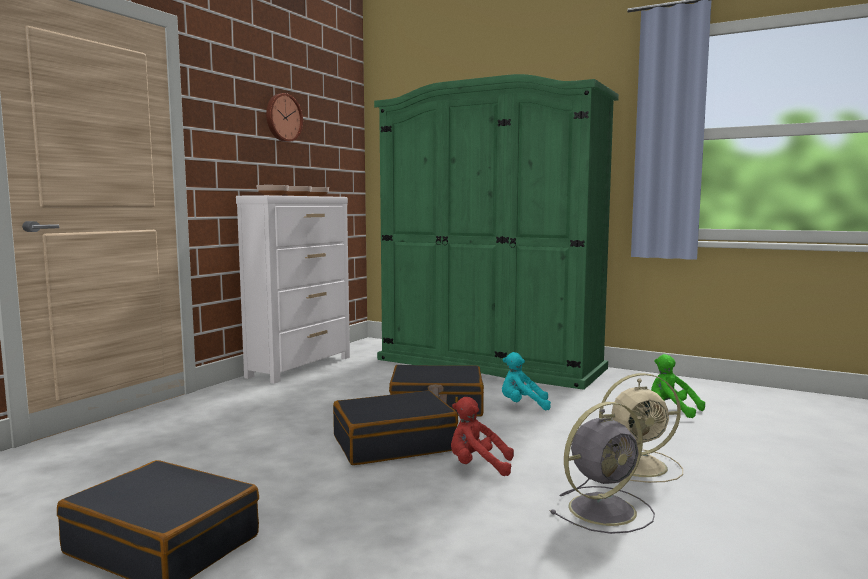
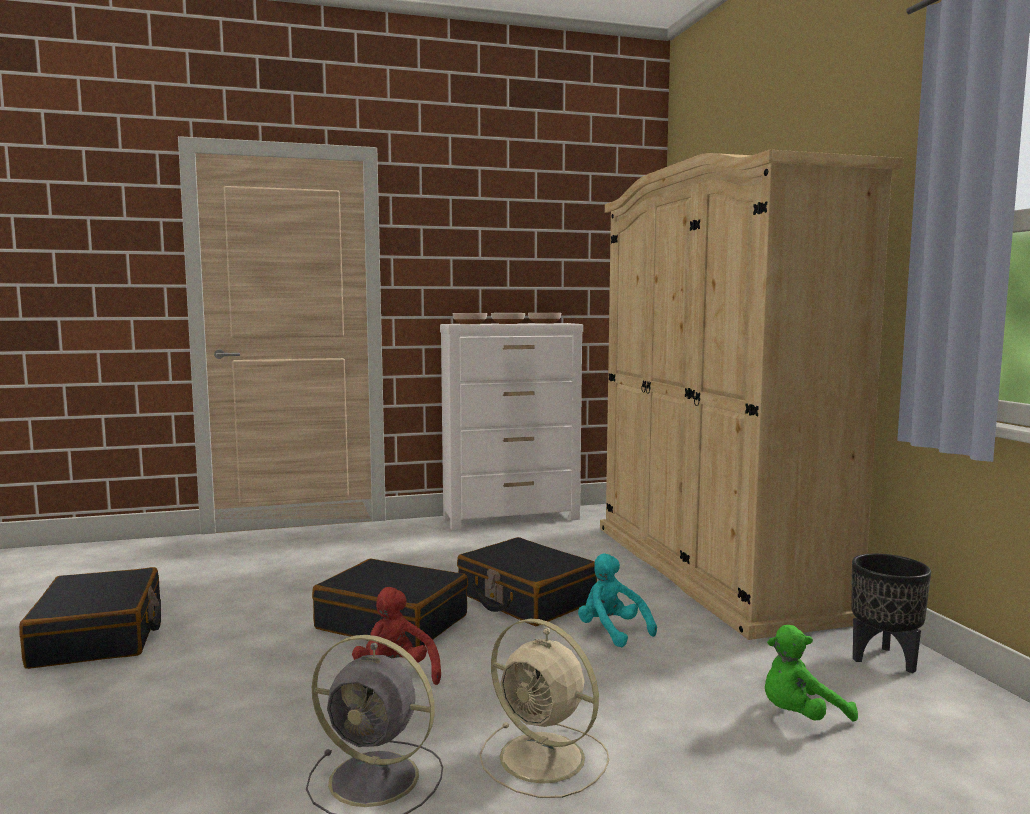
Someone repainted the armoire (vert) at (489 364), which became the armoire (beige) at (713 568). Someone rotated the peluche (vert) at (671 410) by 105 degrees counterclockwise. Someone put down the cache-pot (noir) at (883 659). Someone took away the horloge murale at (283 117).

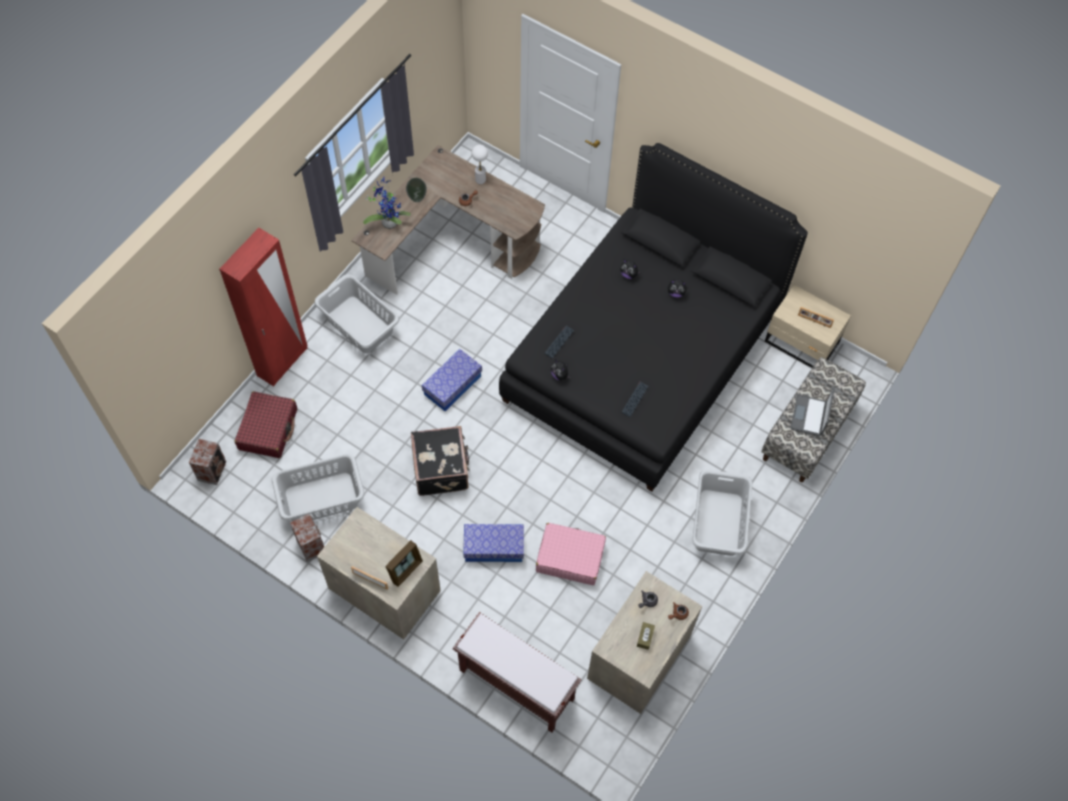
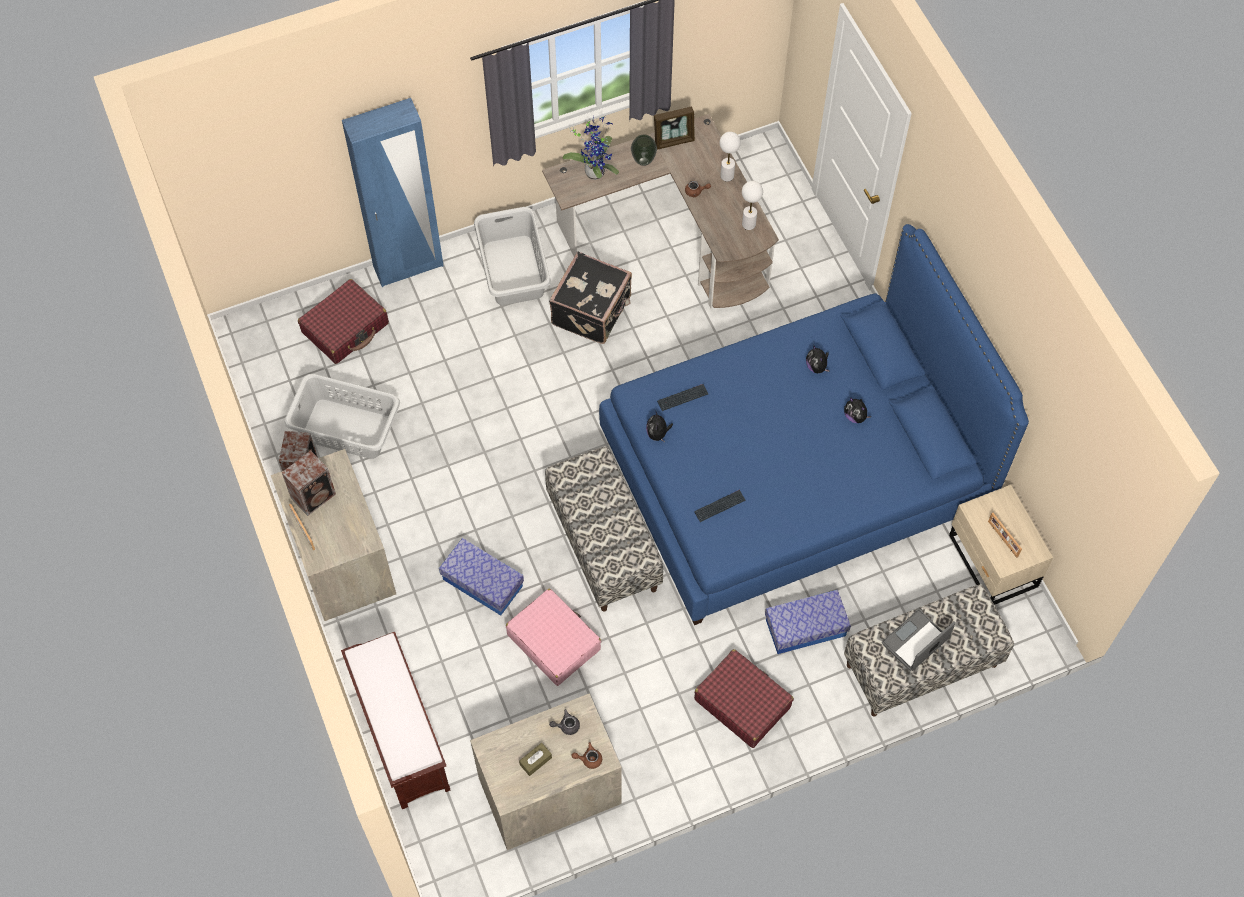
Someone carried the enceinte from (212 470) to (314 495). Someone repainted the armoire (rouge) at (283 362), which became the armoire (bleu) at (408 267). Someone put down the banc at (604 544). Someone carried the valise (noir) from (441 469) to (593 311). Someone repainted the lit (noir) at (642 355), which became the lit (bleu) at (794 471). Someone carried the cadre photo from (405 570) to (674 140). Someone swapped the panier à linge (gris) at (718 523) for the valise (rouge) at (742 703). Someone put down the lampe de table (blanc) at (748 224). Someone carried the boîte de rangement from (452 385) to (805 628).

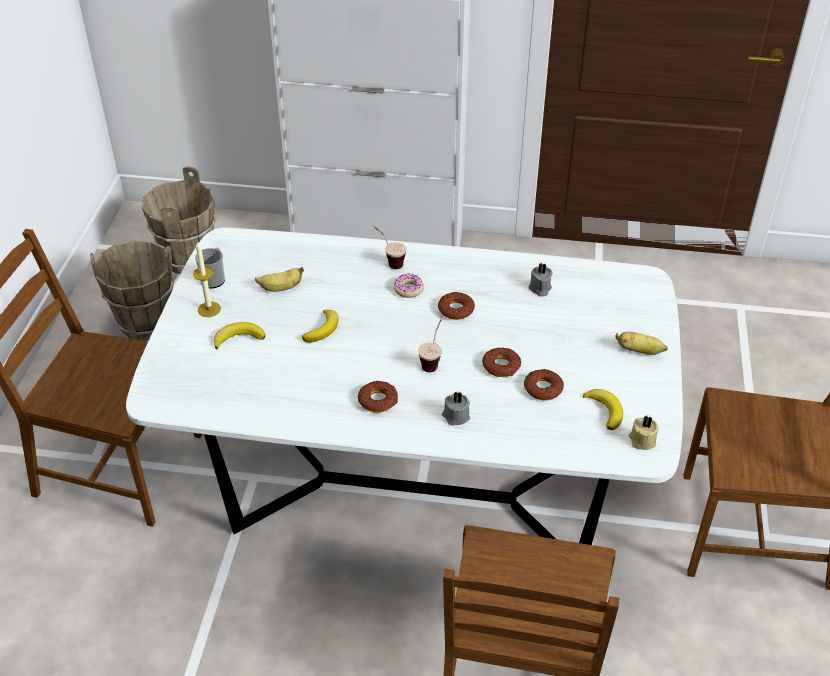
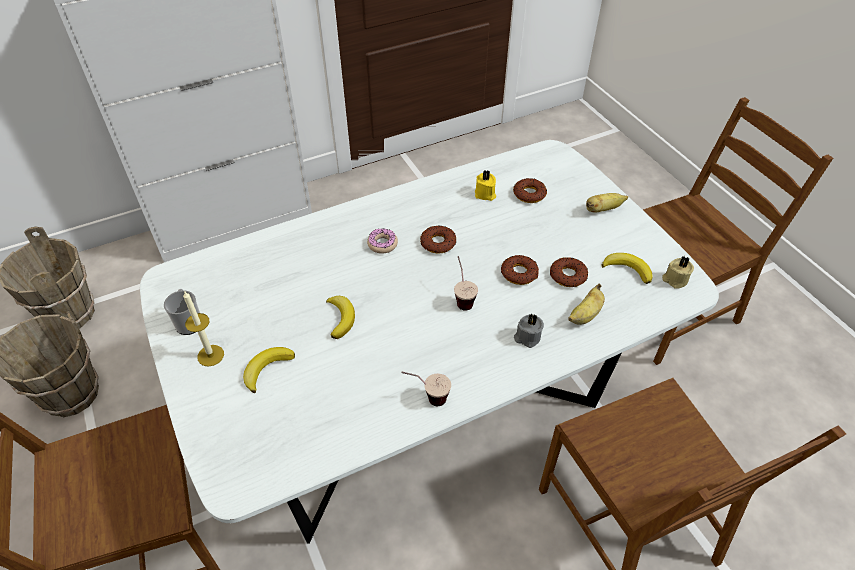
Someone carried the tasse from (389 261) to (426 398). Someone repainted the bougie (gris) at (540 289), which became the bougie (jaune) at (485 194). Someone carried the beignet from (378 400) to (529 194). Someone carried the banane from (280 288) to (585 315).

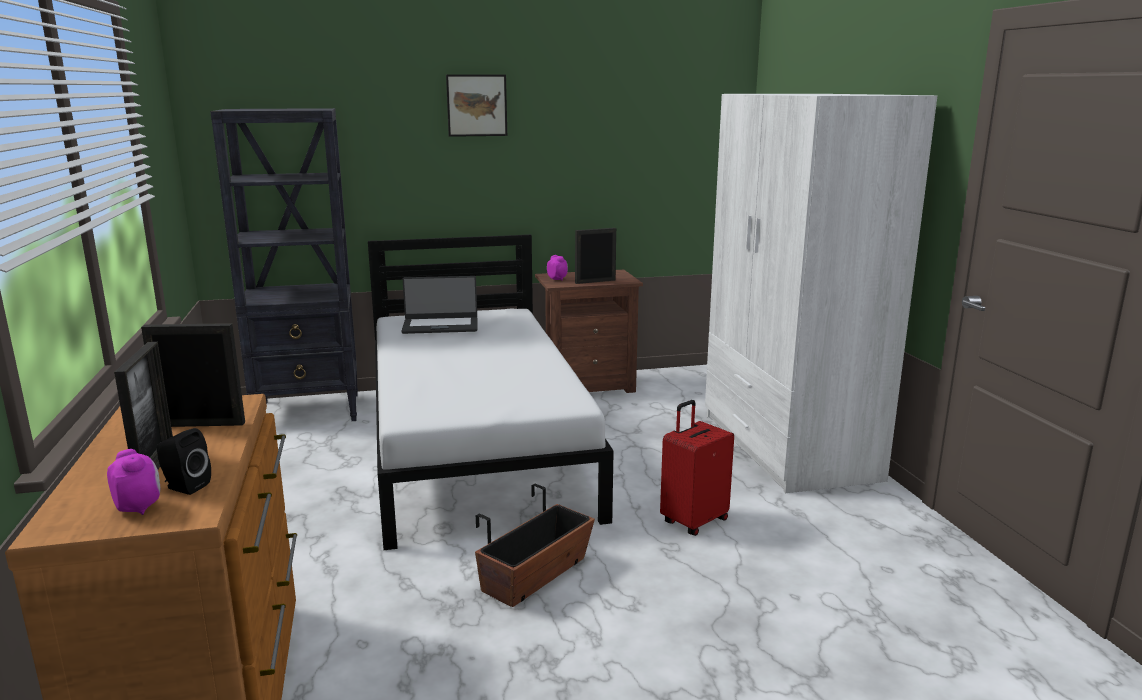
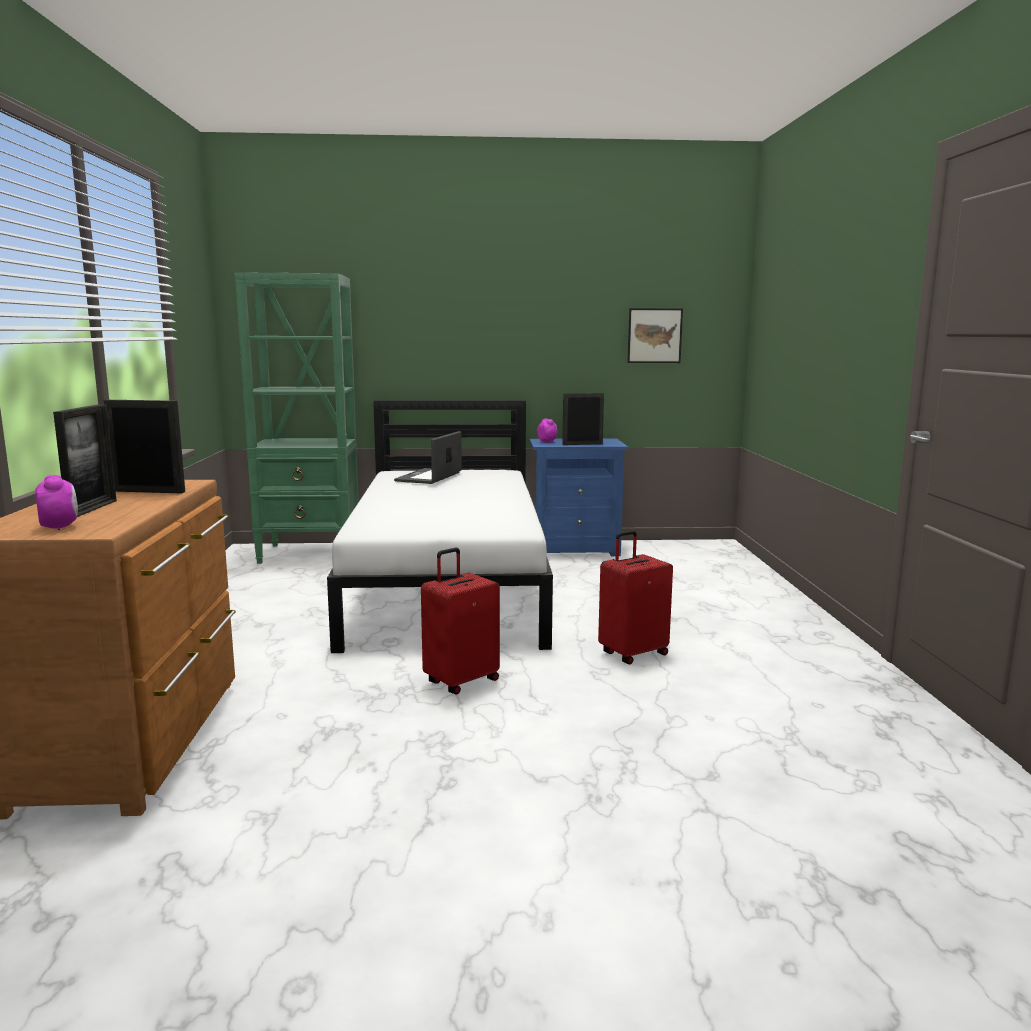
Someone repainted the bibliothèque (noir) at (309 411), which became the bibliothèque (vert) at (311 553). Someone rotated the ordinateur portable at (440 326) by 105 degrees clockwise. Someone swapped the cache-pot at (536 575) for the valise (rouge) at (461 681). Someone repainted the table de chevet (marron) at (587 385), which became the table de chevet (bleu) at (575 549). Someone carried the tableau from (477 105) to (654 335). Someone took away the enceinte (noir) at (184 487). Someone took away the armoire (blanc) at (786 446).

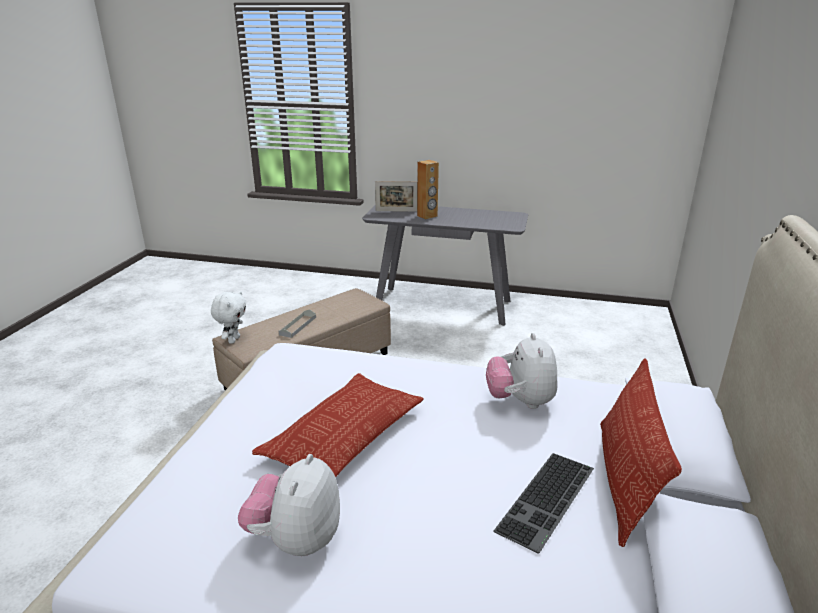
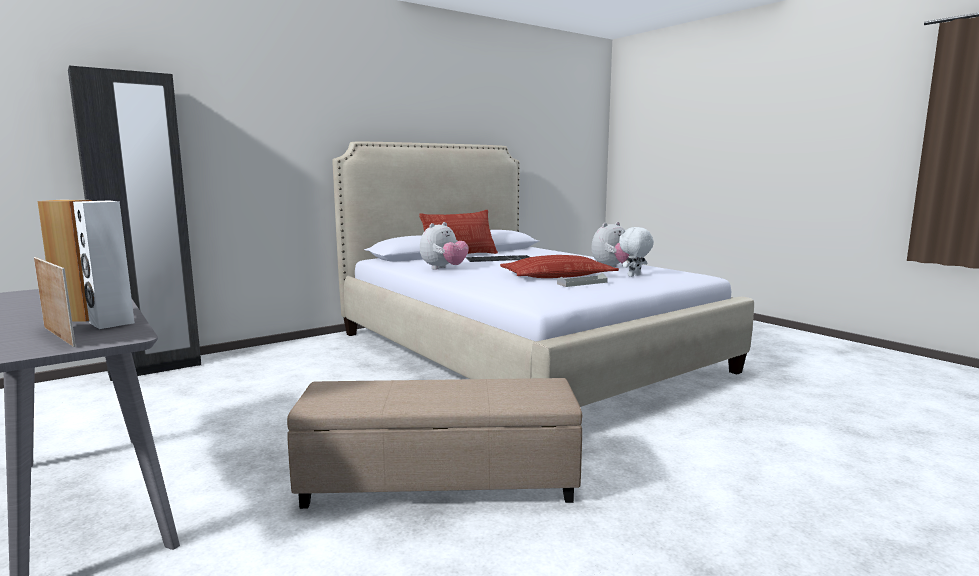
Someone put down the armoire (noir) at (155 368). Someone put down the enceinte (blanc) at (111 323). Someone carried the plateau (gris) from (298 326) to (582 283). Someone carried the peluche (blanc) from (233 340) to (634 276).

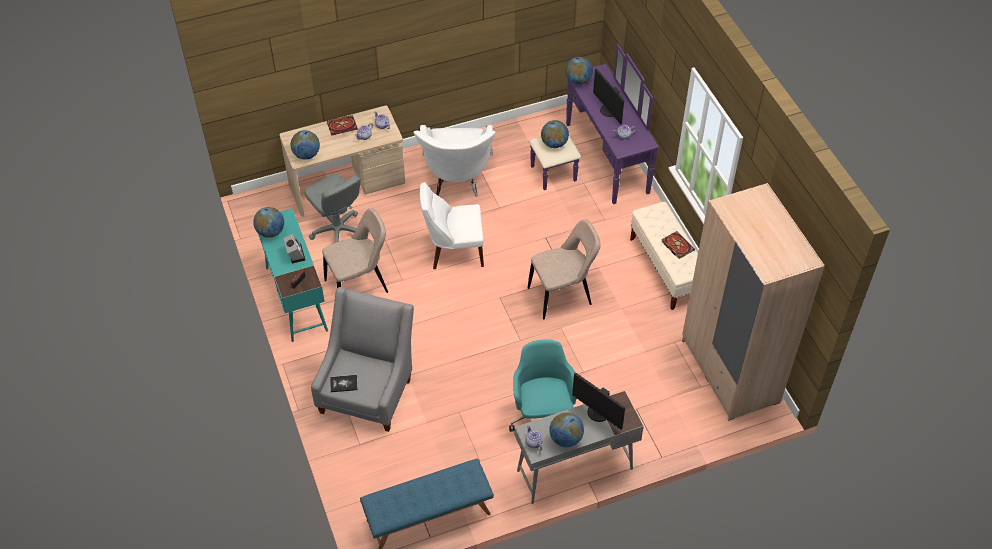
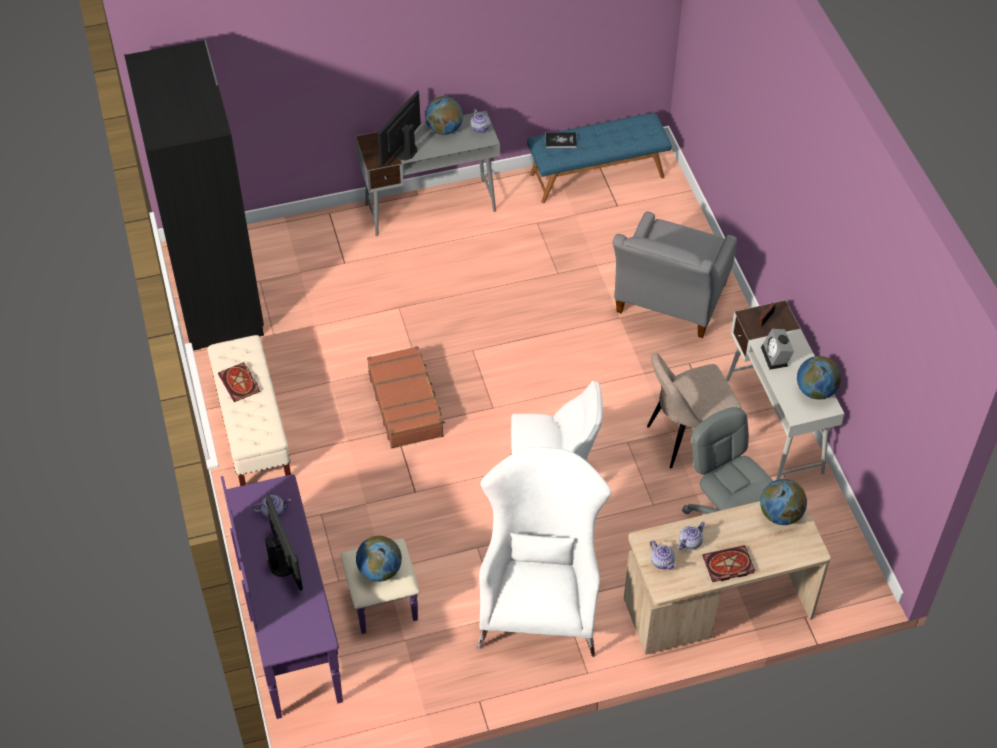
Someone repainted the armoire (beige) at (729 371), which became the armoire (noir) at (217 295). Someone swapped the chaise (beige) at (562 295) for the valise (marron) at (406 404). Someone rotated the écran d'ordinateur at (598 413) by 105 degrees counterclockwise. Someone carried the livre from (344 384) to (561 141). Someone repainted the bureau (turquoise) at (296 298), which became the bureau (blanc) at (774 426). Someone took away the chaise de bureau (turquoise) at (543 415). Someone took away the globe at (578 80).

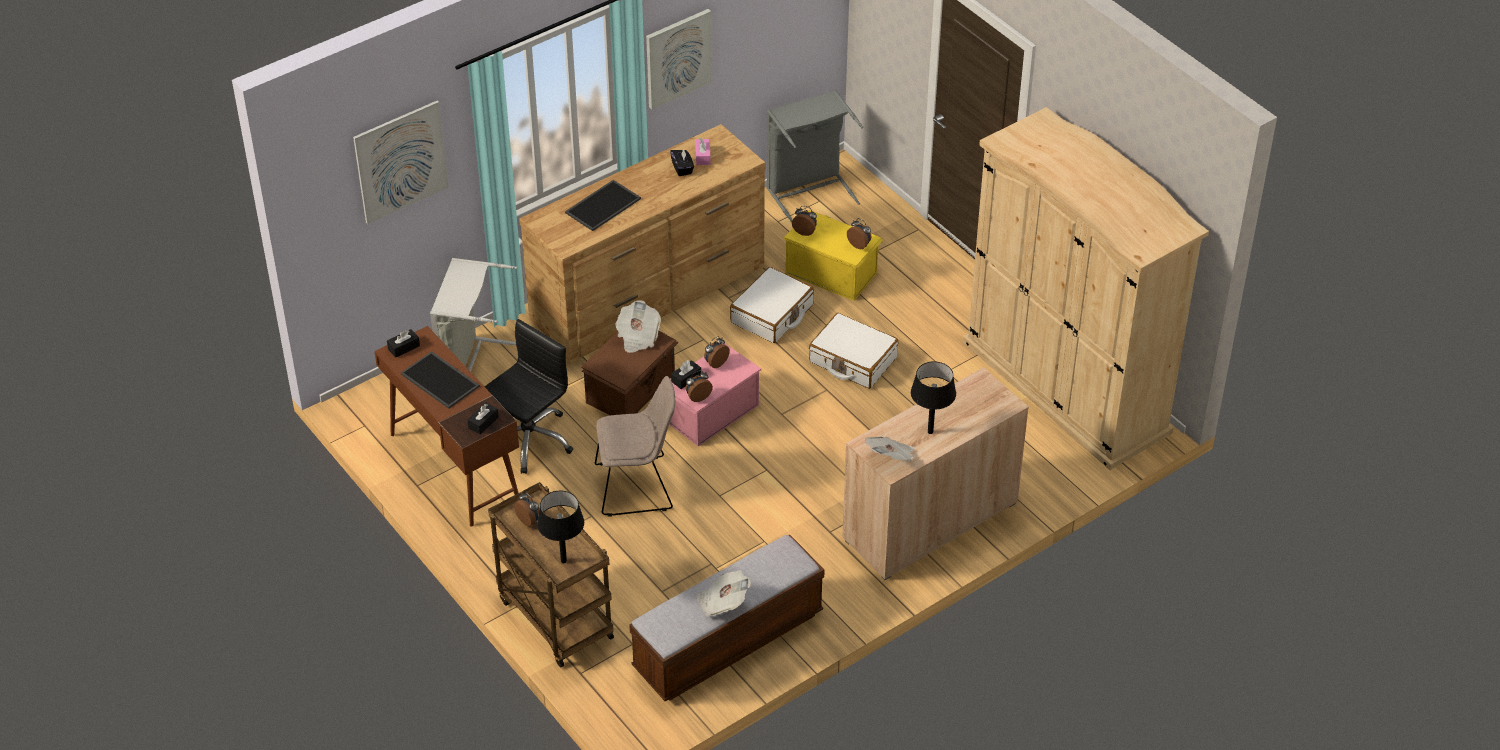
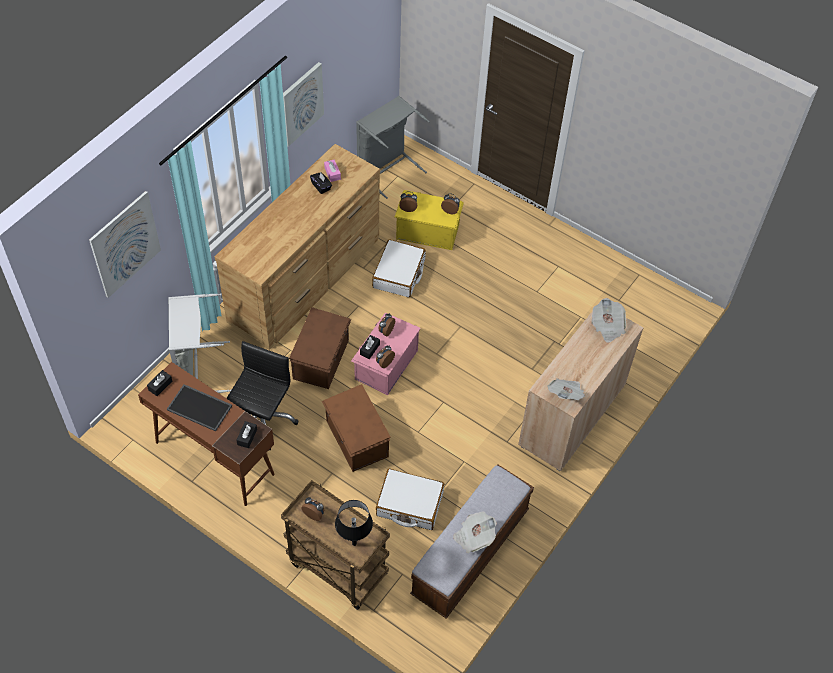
Someone swapped the chaise (beige) at (637 486) for the boîte de rangement (marron) at (356 439). Someone carried the valise (blanc) from (852 360) to (409 504). Someone carried the journal from (637 337) to (607 326). Someone took away the plateau at (602 205). Someone took away the lampe de table (noir) at (930 431). Someone took away the armoire (beige) at (1066 386).

